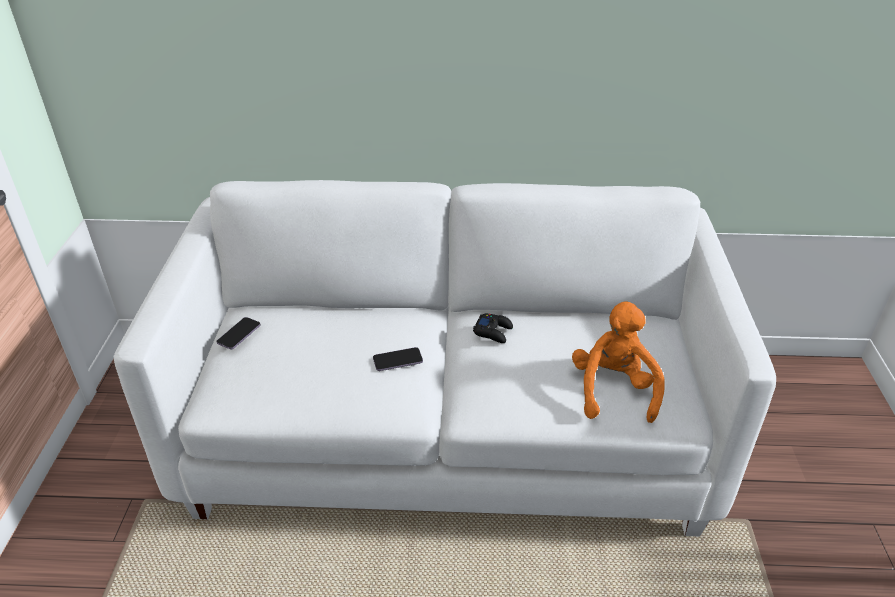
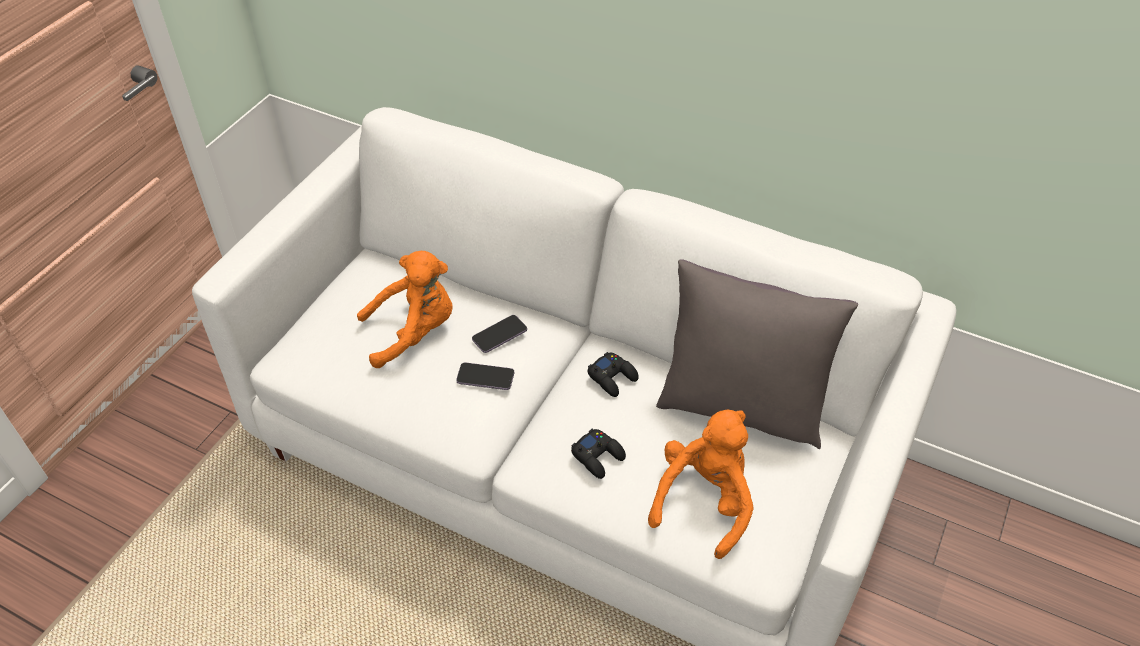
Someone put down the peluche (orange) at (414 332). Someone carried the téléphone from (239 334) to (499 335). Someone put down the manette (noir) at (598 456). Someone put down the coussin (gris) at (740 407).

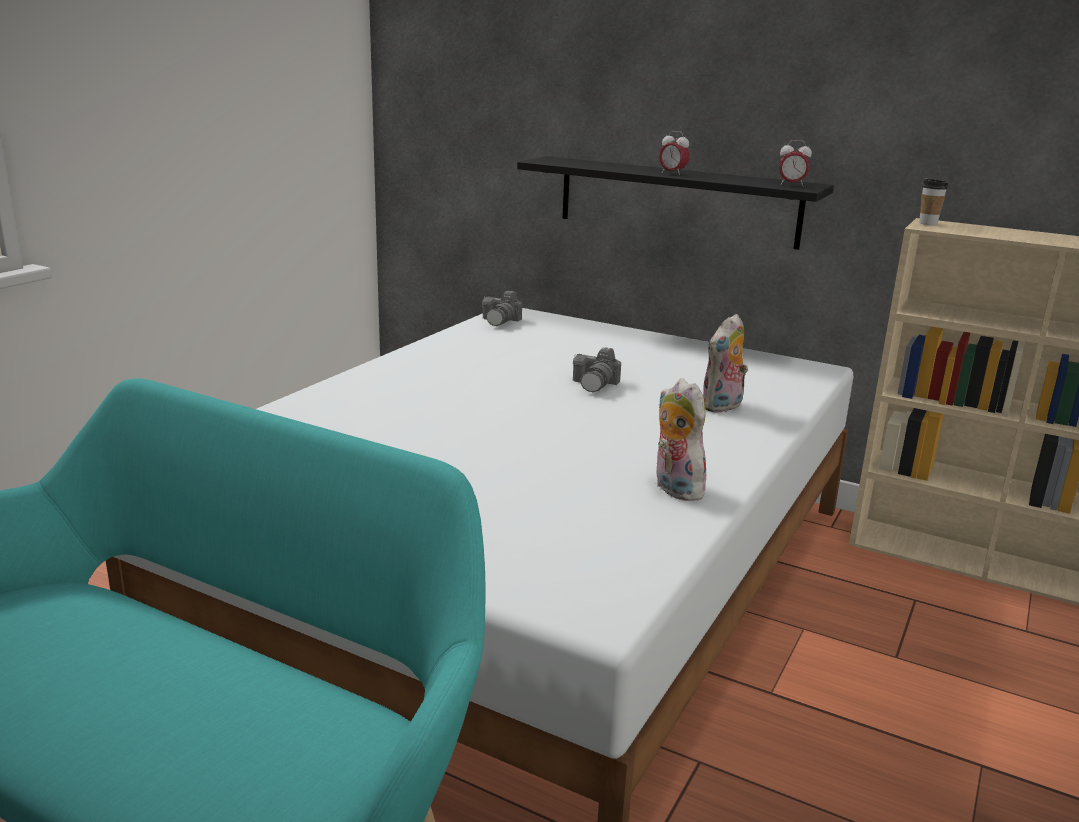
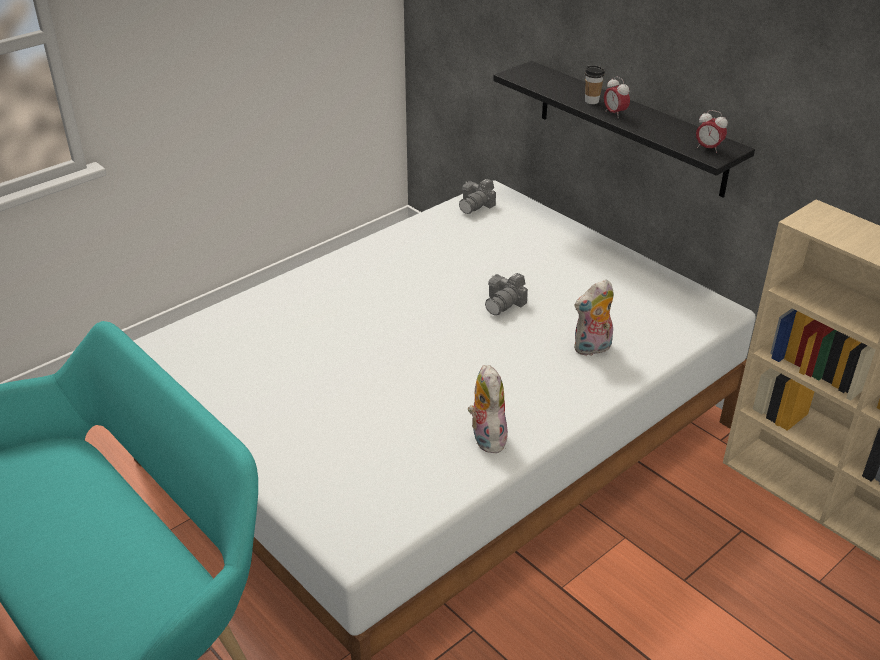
Someone carried the tasse from (928 223) to (592 101).

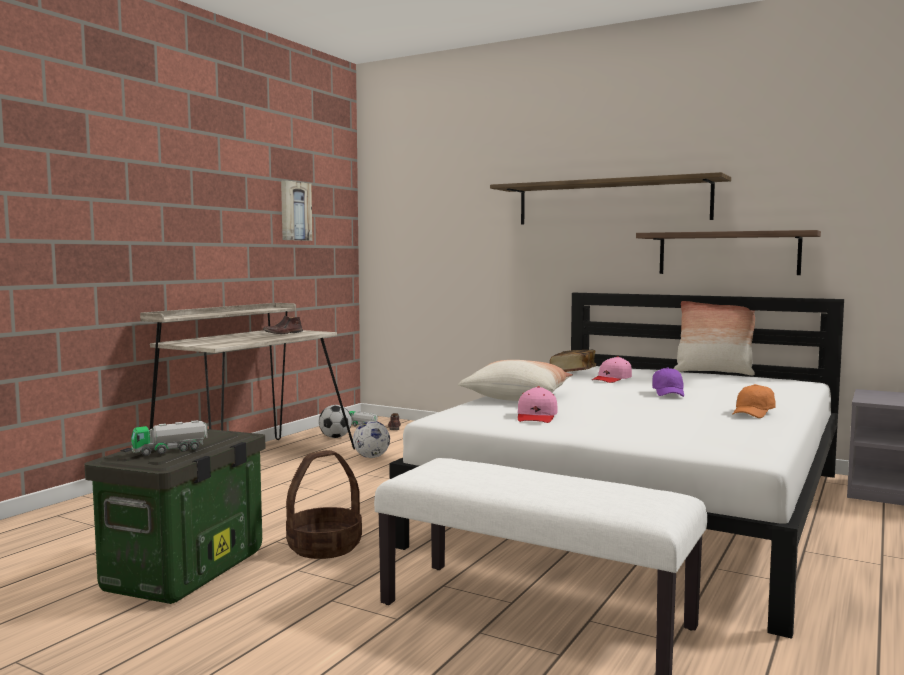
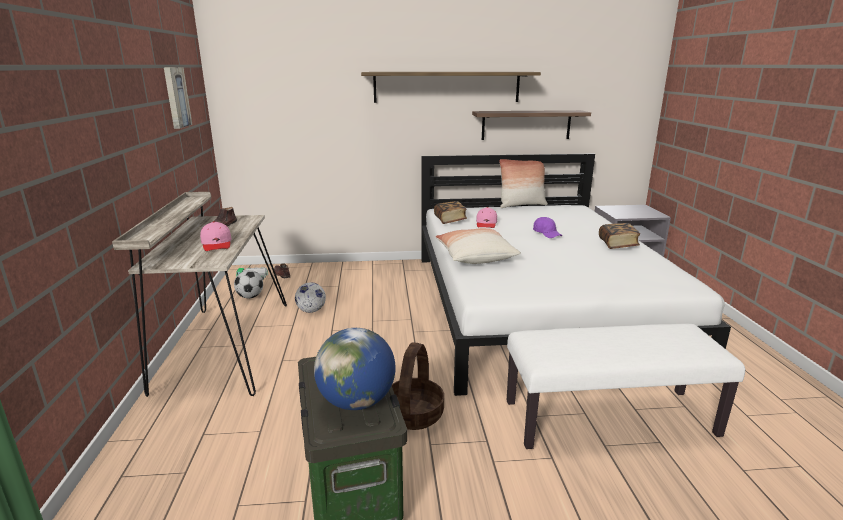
Someone carried the casquette (rose) from (537 416) to (217 243). Someone swapped the camion jouet at (170 450) for the globe at (357 401). Someone swapped the casquette (orange) at (753 413) for the livre at (617 244).

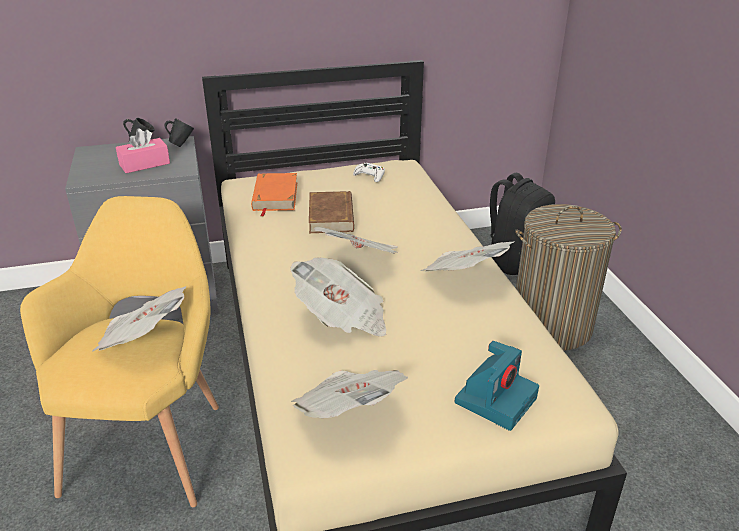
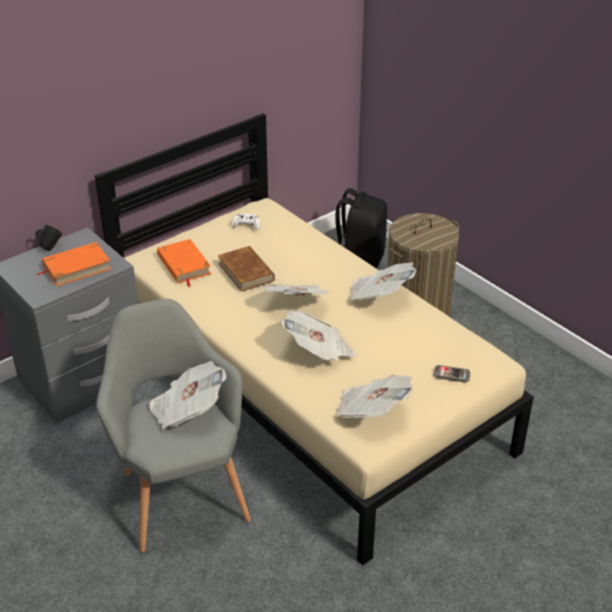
Someone swapped the boîte à mouchoirs (rose) at (144 164) for the livre (orange) at (76 267). Someone repainted the fauteuil (jaune) at (153 441), which became the fauteuil (gris) at (180 491). Someone swapped the appareil photo at (496 399) for the téléphone at (451 375). Someone took away the mug (noir) at (181 145).

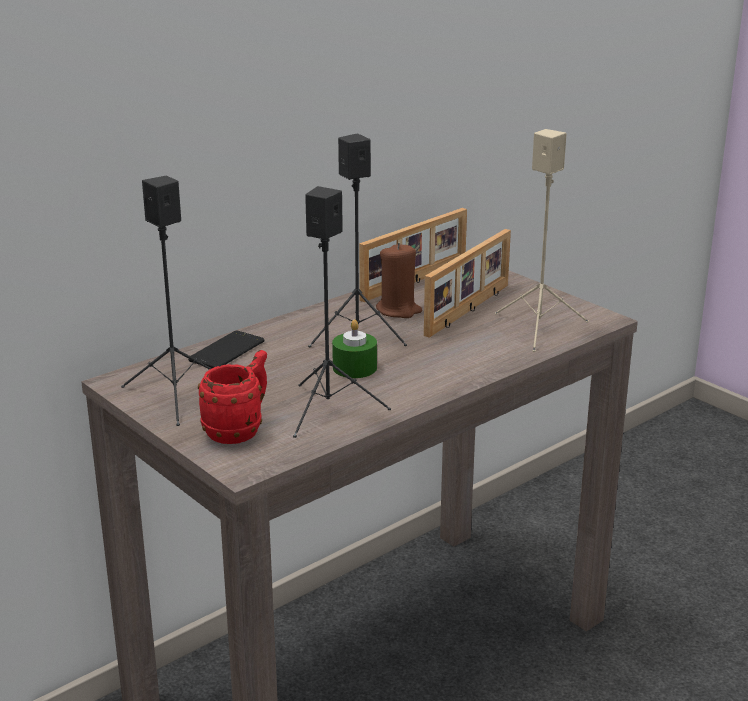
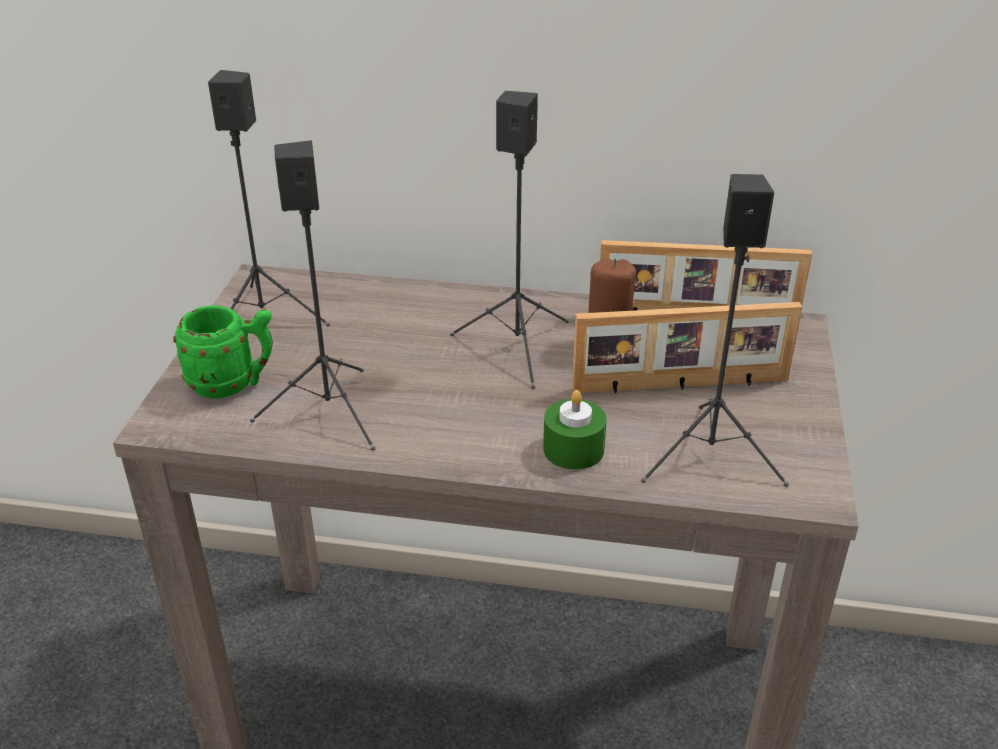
Someone repainted the mug (rouge) at (239 430), which became the mug (vert) at (233 384). Someone carried the bougie (vert) from (354 368) to (573 449). Someone repainted the enceinte (beige) at (539 328), which became the enceinte (noir) at (711 456). Someone took away the téléphone at (227 351).

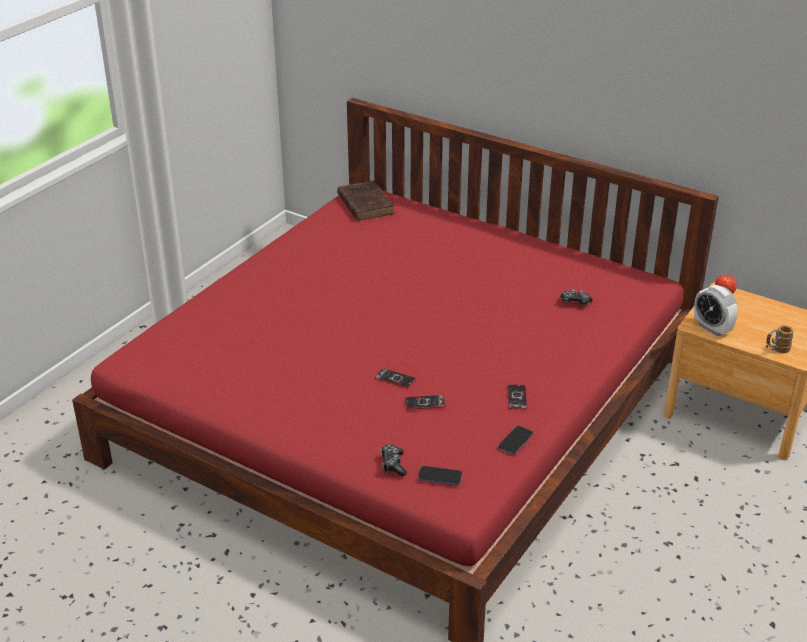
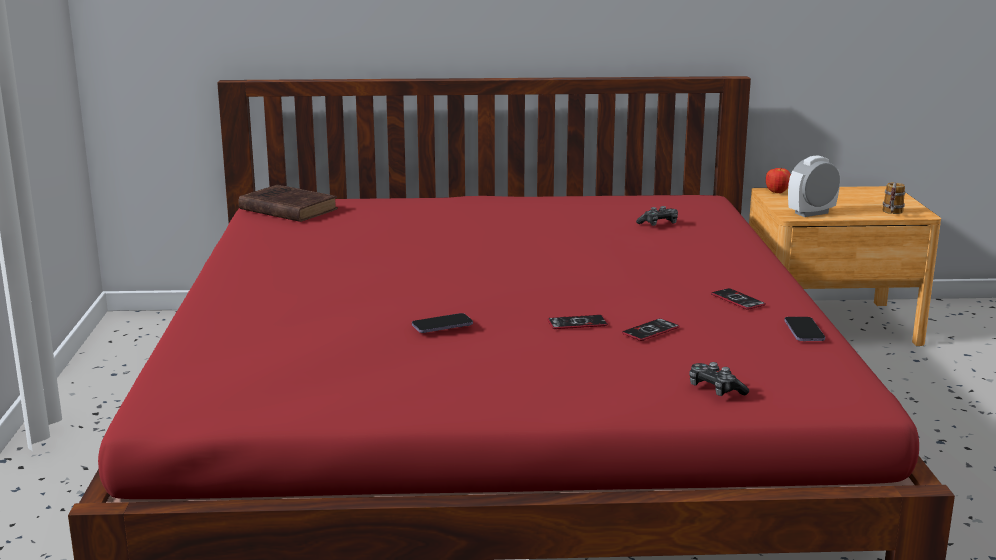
Someone carried the téléphone from (440 477) to (442 325). Someone rotated the réveil at (712 328) by 135 degrees clockwise.

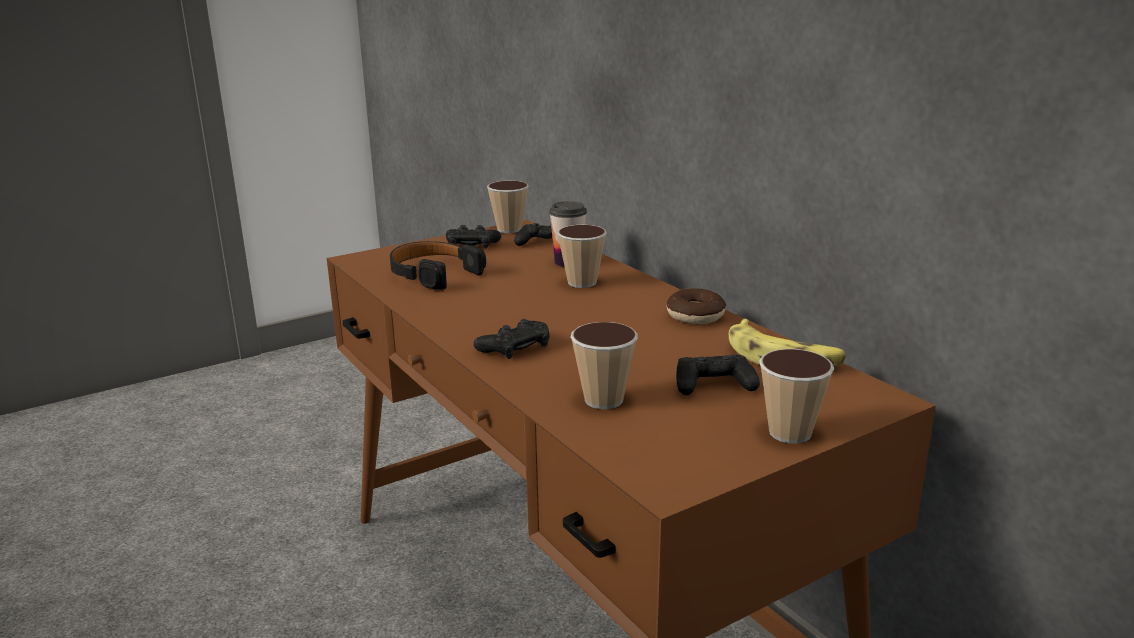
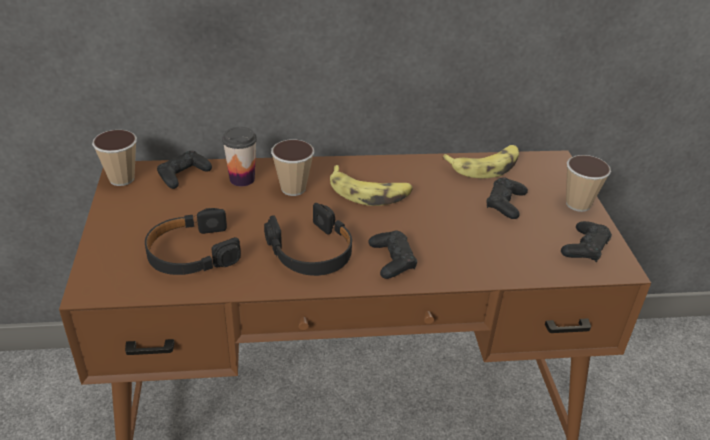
Someone put down the casque audio (noir) at (311 252). Someone put down the banane at (369 192). Someone carried the manette (noir) from (472 244) to (585 247). Someone took away the tasse at (604 400). Someone took away the beignet at (695 315).

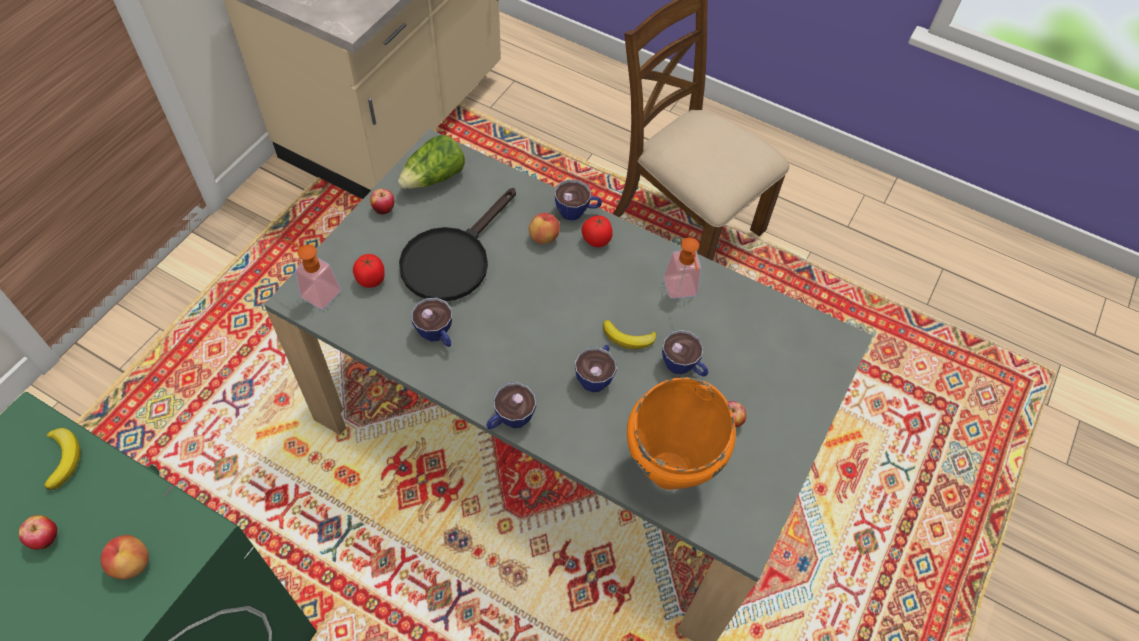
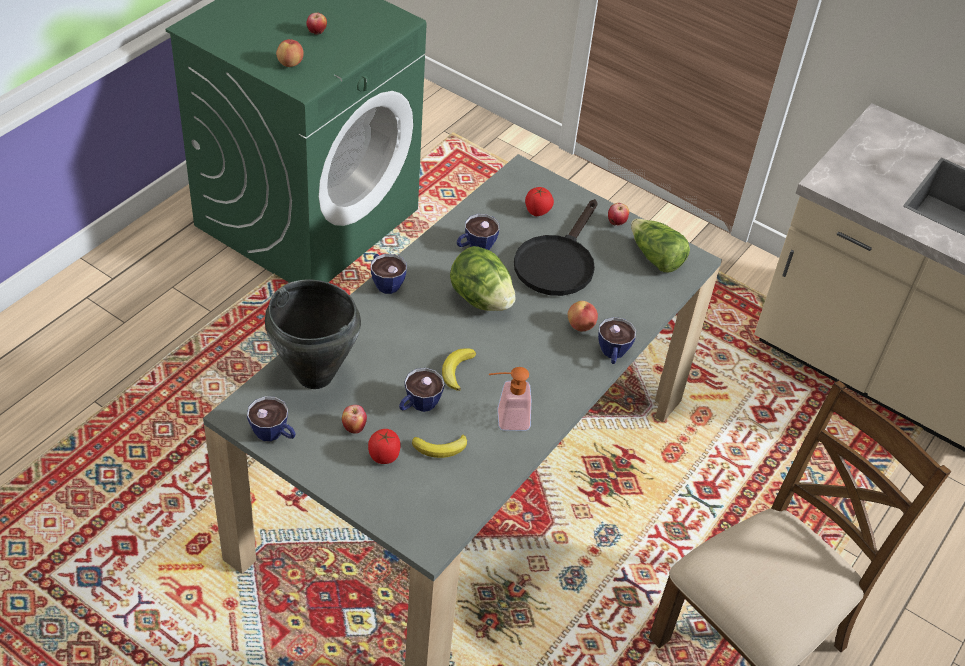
Someone carried the tasse from (596 375) to (274 434). Someone repainted the marmite (orange) at (669 471), which became the marmite (noir) at (315 376). Someone carried the tomate from (596 240) to (384 456). Someone carried the banane from (63 458) to (441 448). Someone put down the laitue at (481 299). Someone rotated the poêle (noir) at (452 259) by 105 degrees counterclockwise. Someone took away the distributeur de savon at (315 291).

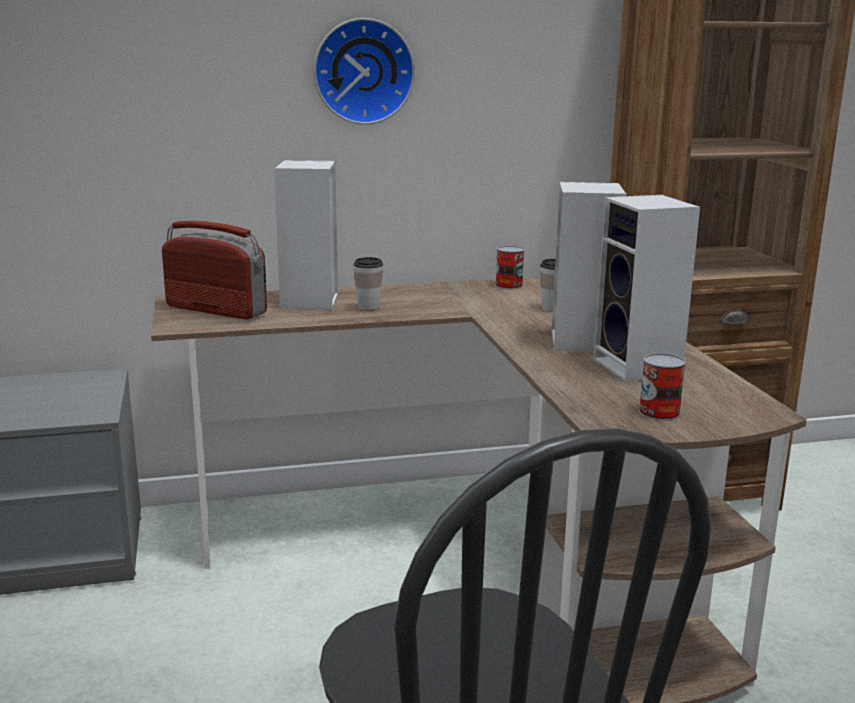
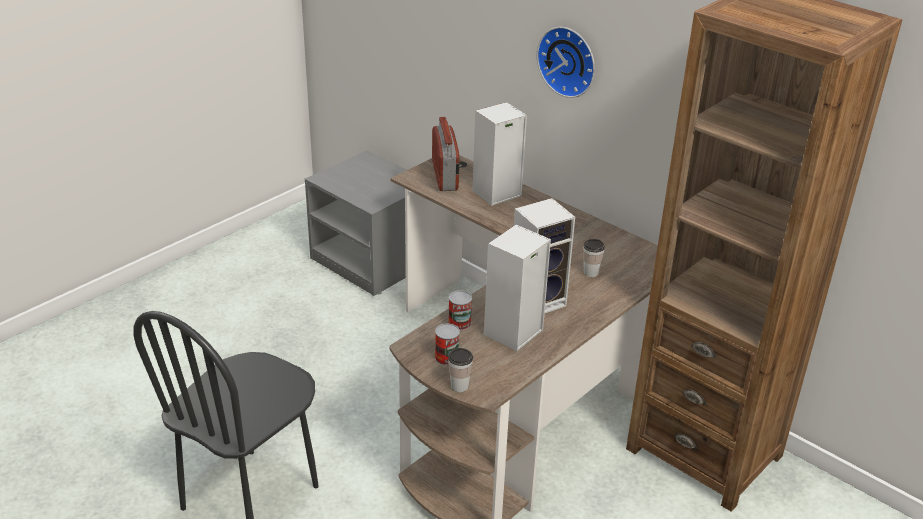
Someone carried the boîte métallique from (509 285) to (459 323). Someone carried the tasse from (368 307) to (459 386).

